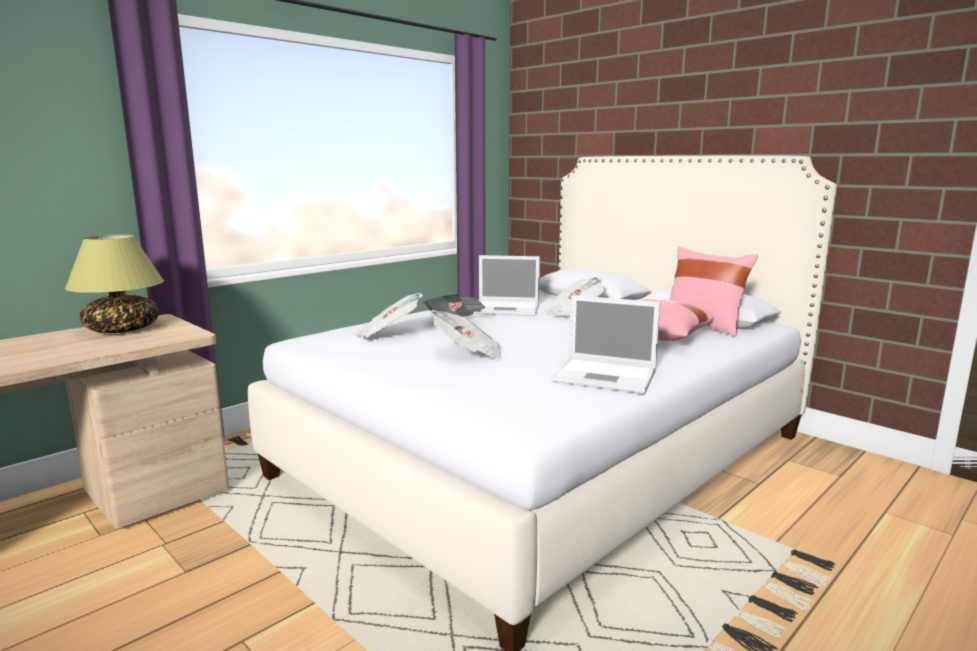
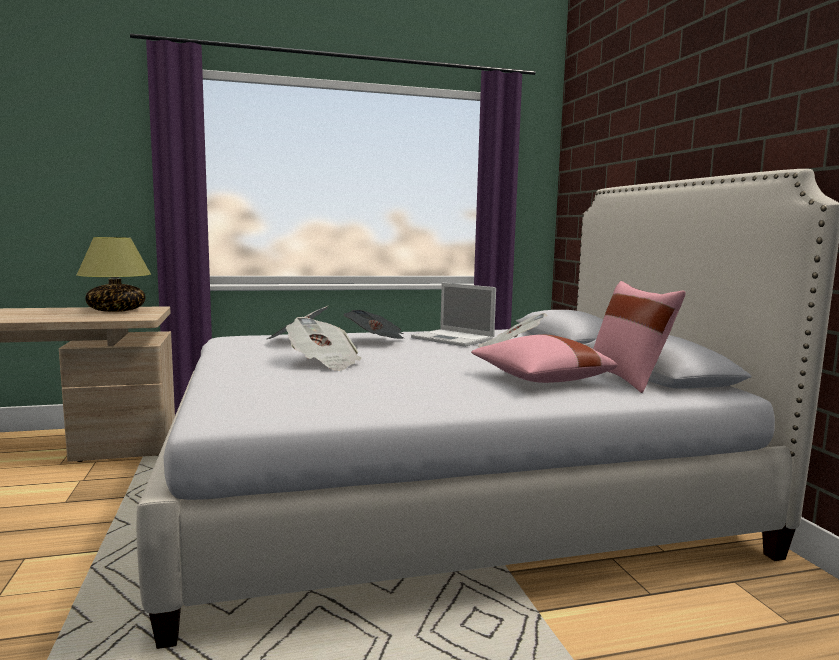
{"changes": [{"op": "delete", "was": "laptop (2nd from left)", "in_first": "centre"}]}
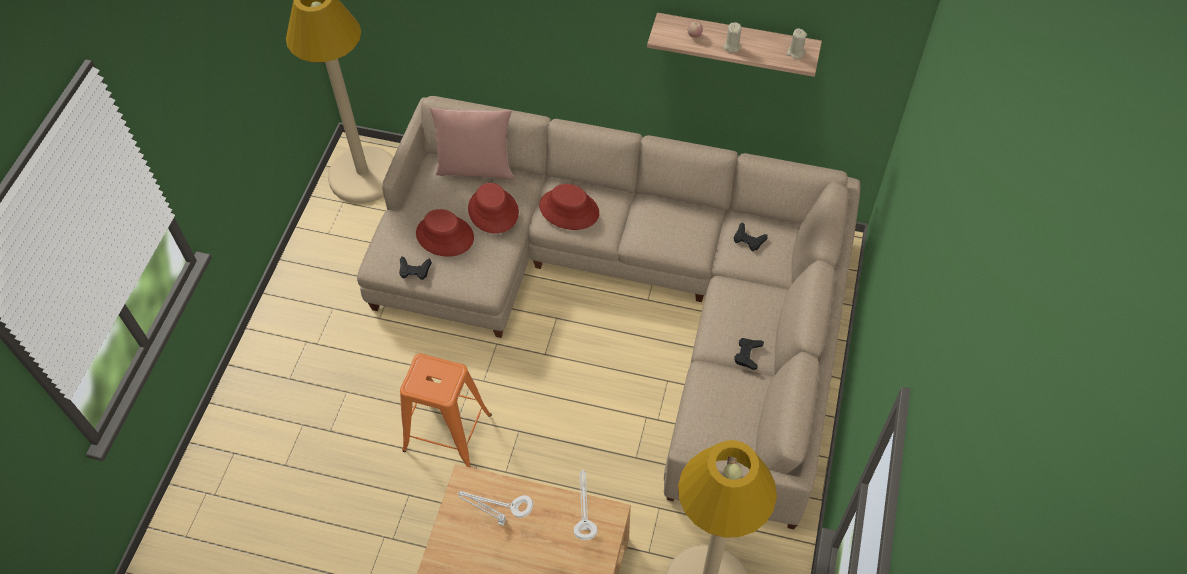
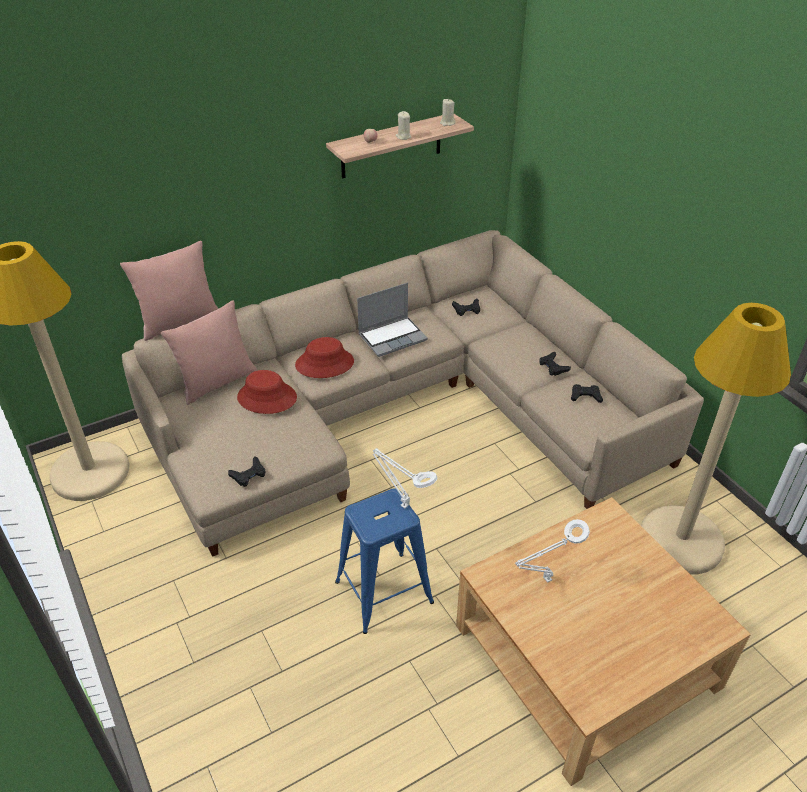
{"changes": [{"op": "delete", "was": "kapelusz (czerwony) (1st from left)", "in_first": "centre"}, {"op": "insert", "now": "poduszka (różowy) (1st from left)", "in_second": "middle left"}, {"op": "insert", "now": "laptop", "in_second": "centre"}, {"op": "insert", "now": "pad do gier (czarny) (4th from left)", "in_second": "middle right"}, {"op": "move", "was": "lampa stołowa (biały) (2nd from left in the first image)", "now": "lampa stołowa (biały) (1st from left)", "in_first": "bottom centre", "in_second": "centre"}, {"op": "recolor", "was": "stołek (pomarańczowy)", "now": "stołek (niebieski)", "in_first": "bottom centre", "in_second": "bottom centre"}]}
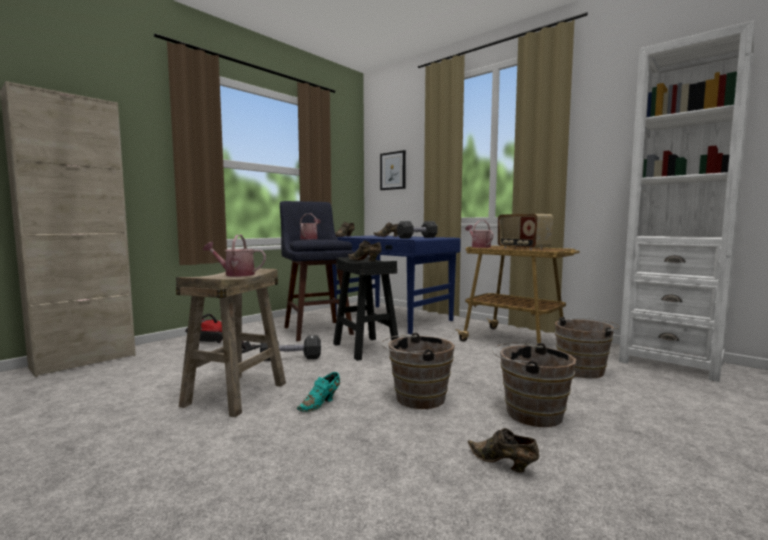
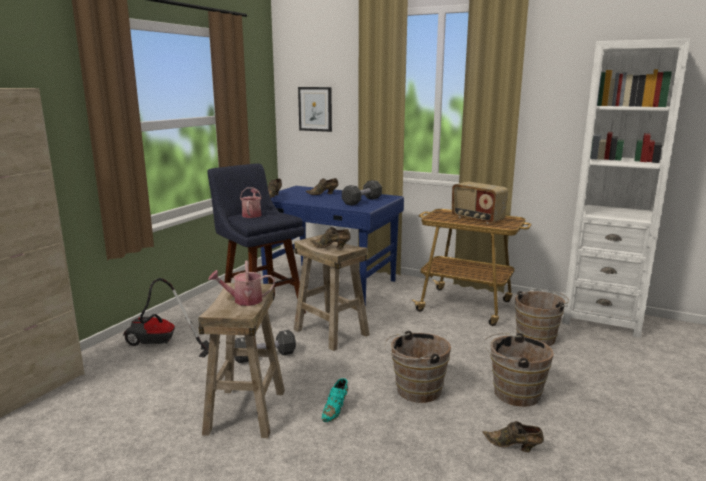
{"changes": [{"op": "delete", "was": "konewka (3rd from left)", "in_first": "centre"}, {"op": "recolor", "was": "stołek (czarny)", "now": "stołek (beżowy) (2nd from left)", "in_first": "centre", "in_second": "centre"}]}
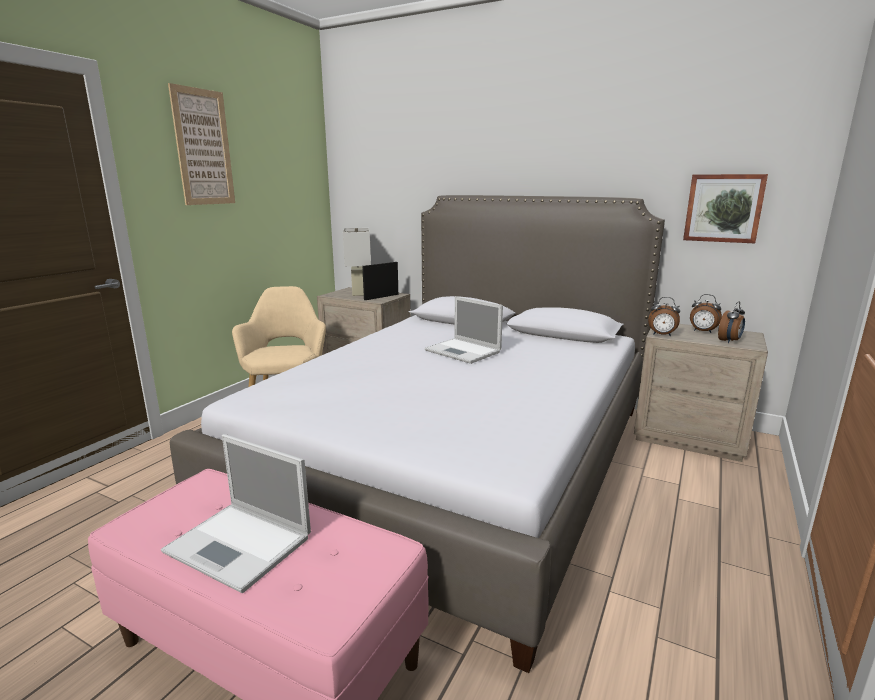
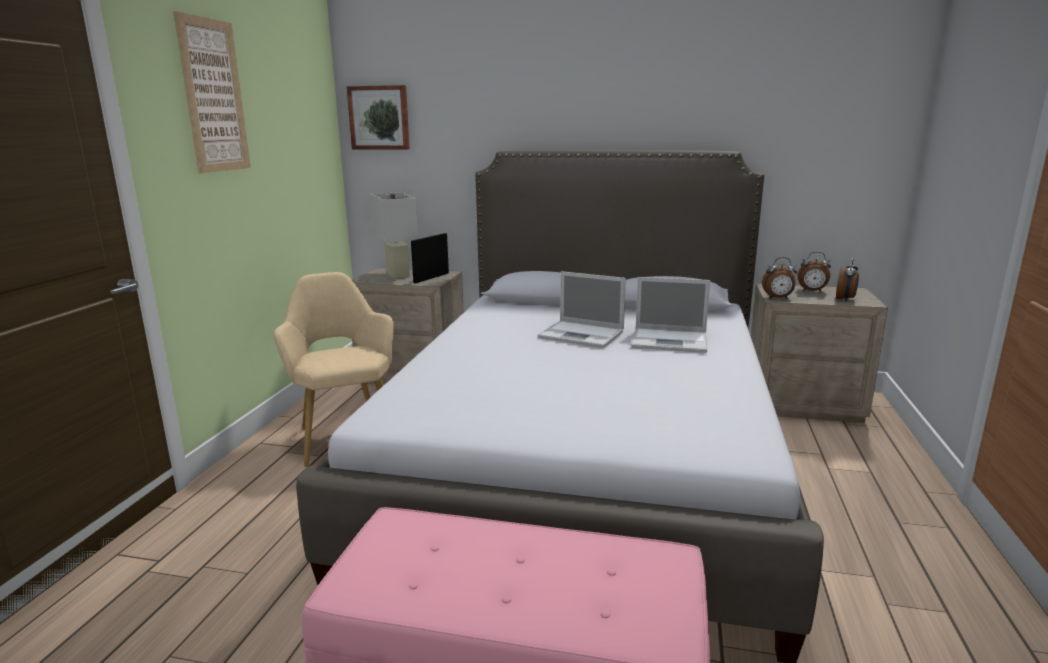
{"changes": [{"op": "move", "was": "laptop (1st from left in the first image)", "now": "laptop (2nd from left)", "in_first": "bottom left", "in_second": "centre"}, {"op": "move", "was": "obraz (2nd from left)", "in_first": "top right", "in_second": "top centre"}]}
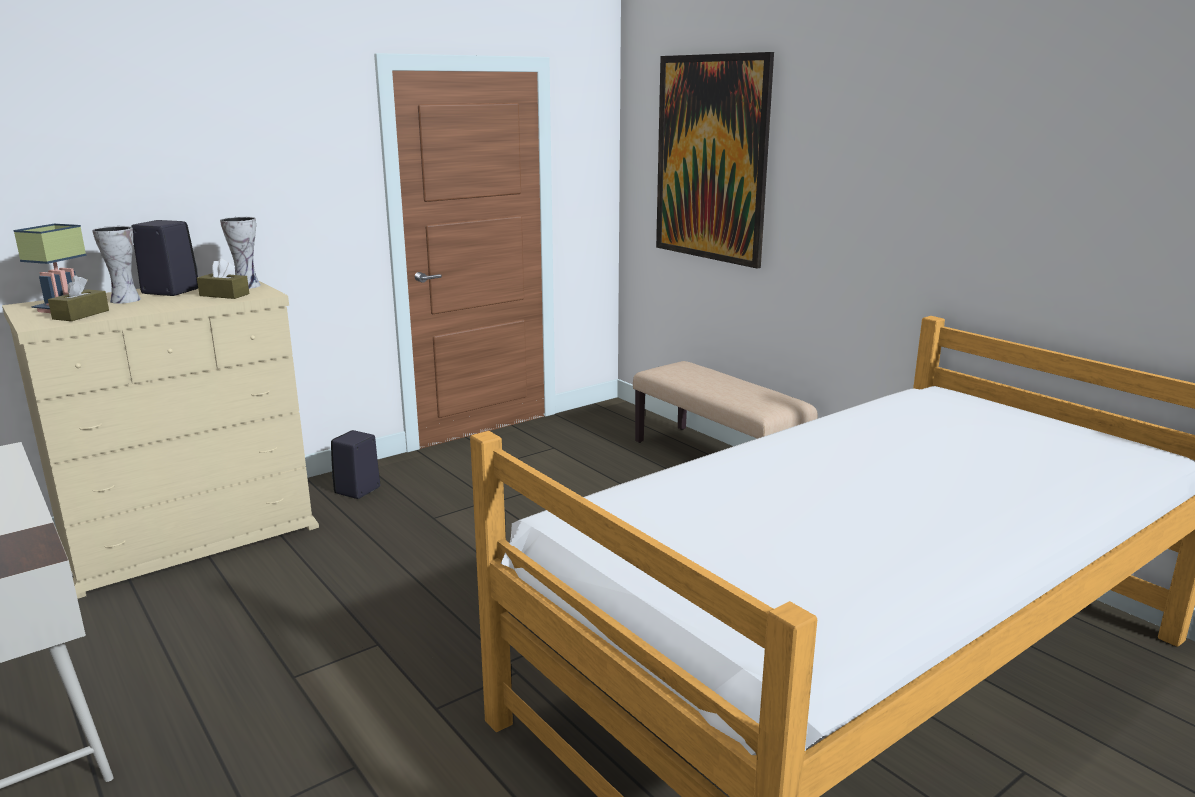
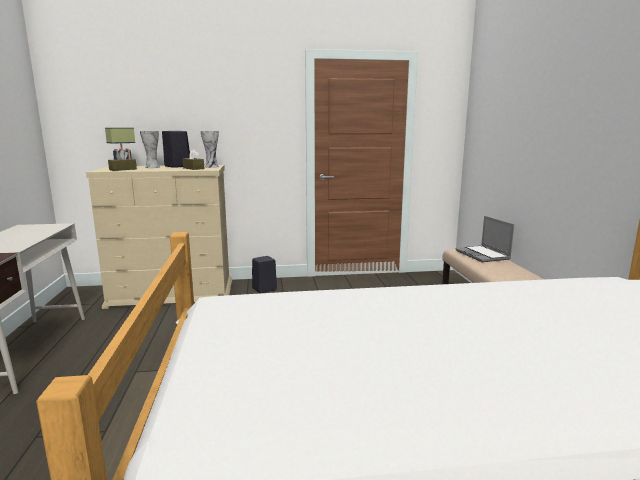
{"changes": [{"op": "delete", "was": "obraz", "in_first": "top centre"}, {"op": "insert", "now": "laptop", "in_second": "middle right"}]}
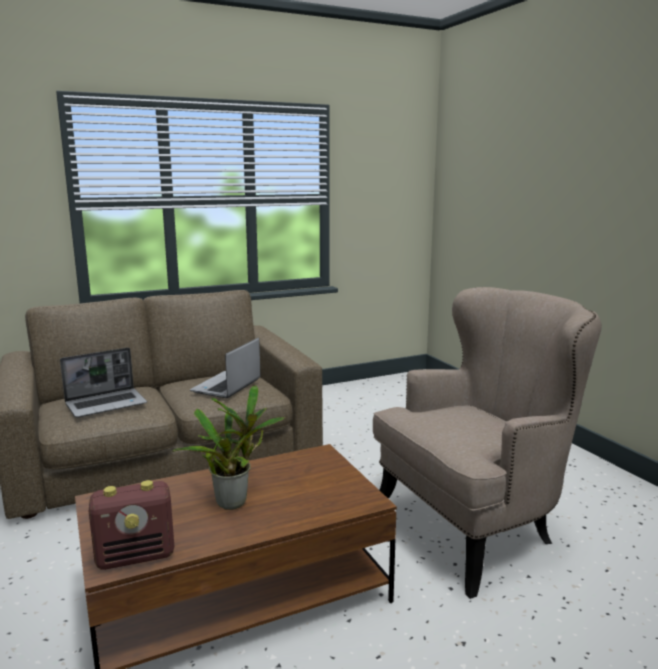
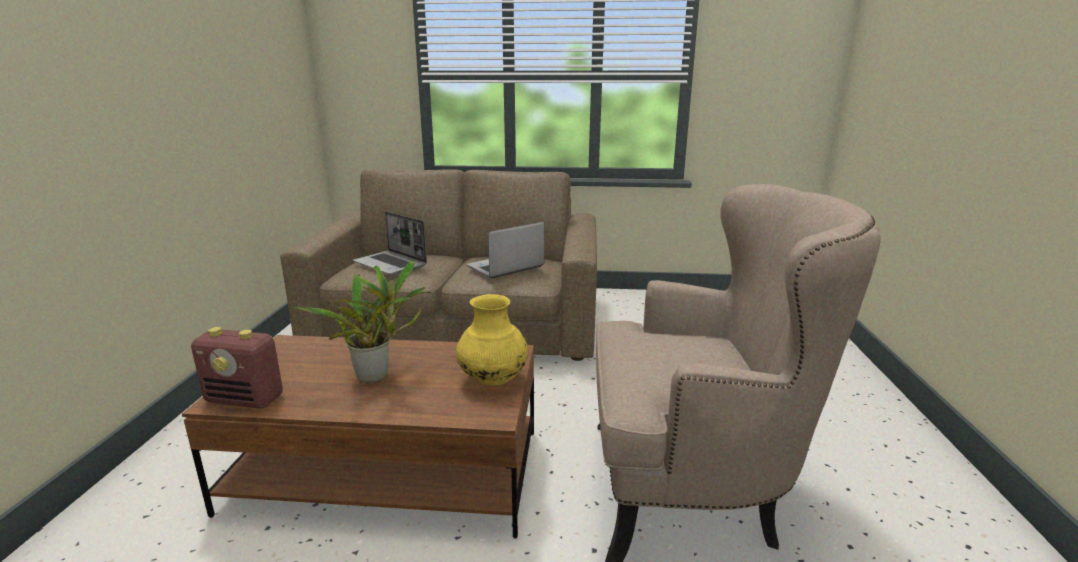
{"changes": [{"op": "insert", "now": "wazon (żółty)", "in_second": "centre"}, {"op": "rotate", "was": "laptop (1st from left)", "in_first": "middle left", "in_second": "centre", "clockwise": 45}]}
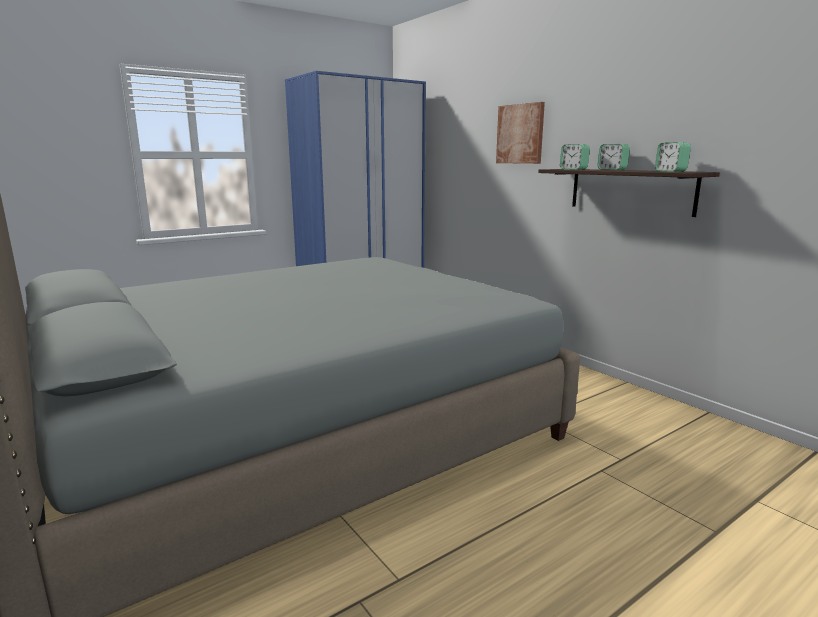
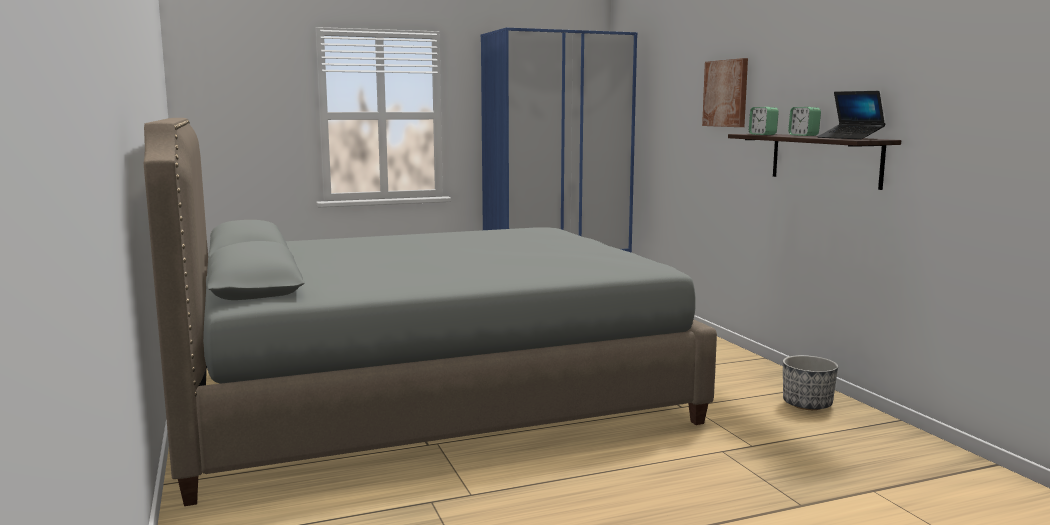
{"changes": [{"op": "insert", "now": "donica", "in_second": "bottom right"}, {"op": "replace", "was": "budzik (3rd from left)", "now": "laptop", "in_first": "top right", "in_second": "top right"}]}
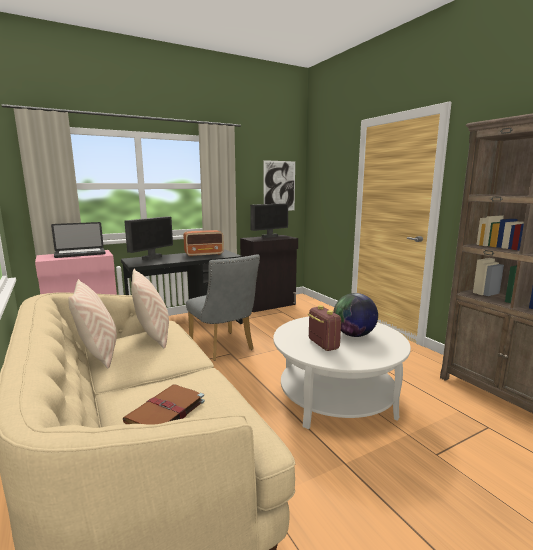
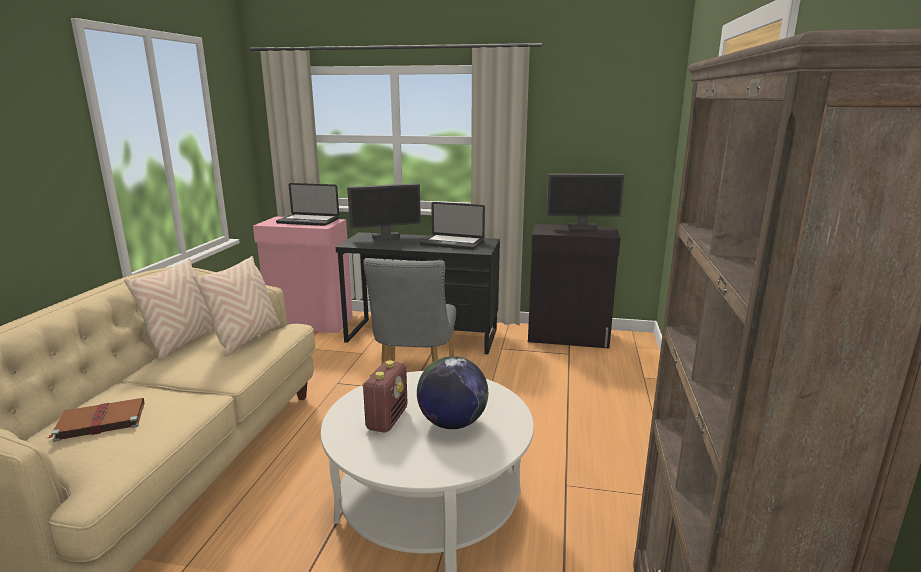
{"changes": [{"op": "delete", "was": "obraz", "in_first": "centre"}, {"op": "replace", "was": "radio (1st from left)", "now": "laptop (2nd from left)", "in_first": "centre", "in_second": "centre"}]}
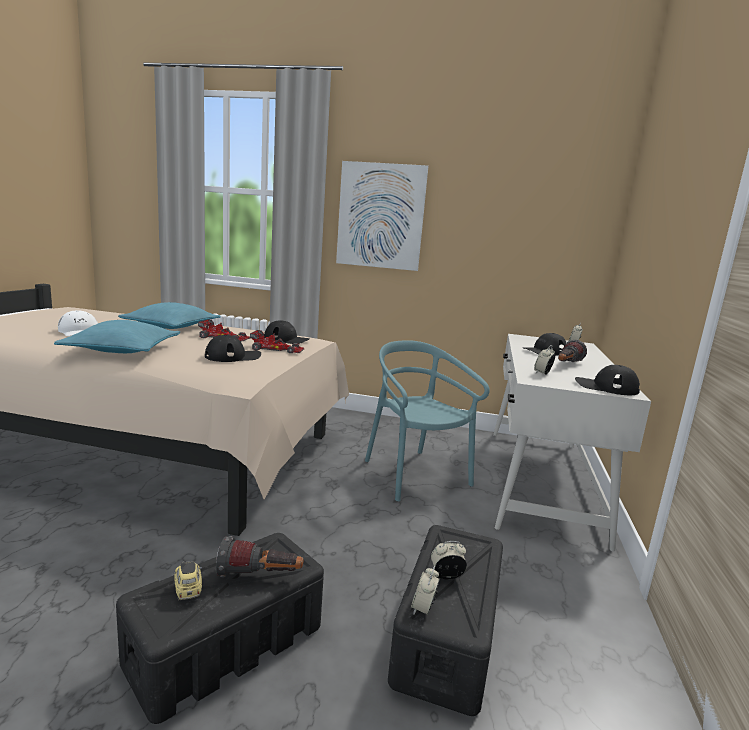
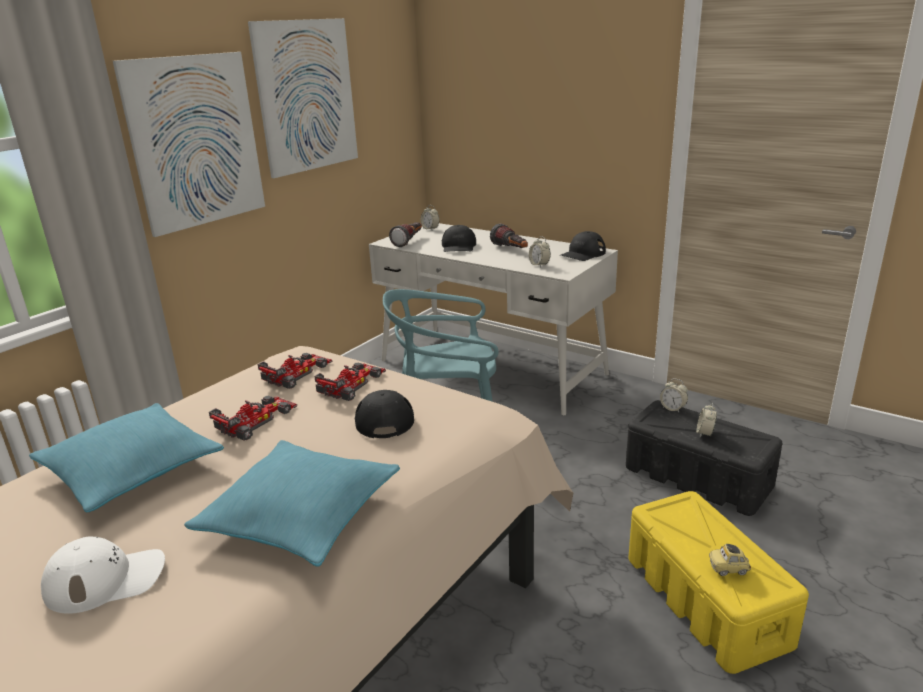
{"changes": [{"op": "insert", "now": "obraz (2nd from left)", "in_second": "top left"}, {"op": "move", "was": "latarka (1st from left)", "in_first": "bottom centre", "in_second": "centre"}, {"op": "move", "was": "budzik (1st from left in the first image)", "now": "budzik (3rd from left)", "in_first": "bottom centre", "in_second": "middle right"}, {"op": "replace", "was": "czapka z daszkiem (czarny) (2nd from left)", "now": "samochodzik (2nd from left)", "in_first": "centre", "in_second": "middle left"}, {"op": "recolor", "was": "pojemnik do przechowywania (czarny) (1st from left)", "now": "pojemnik do przechowywania (żółty)", "in_first": "bottom left", "in_second": "bottom right"}]}
